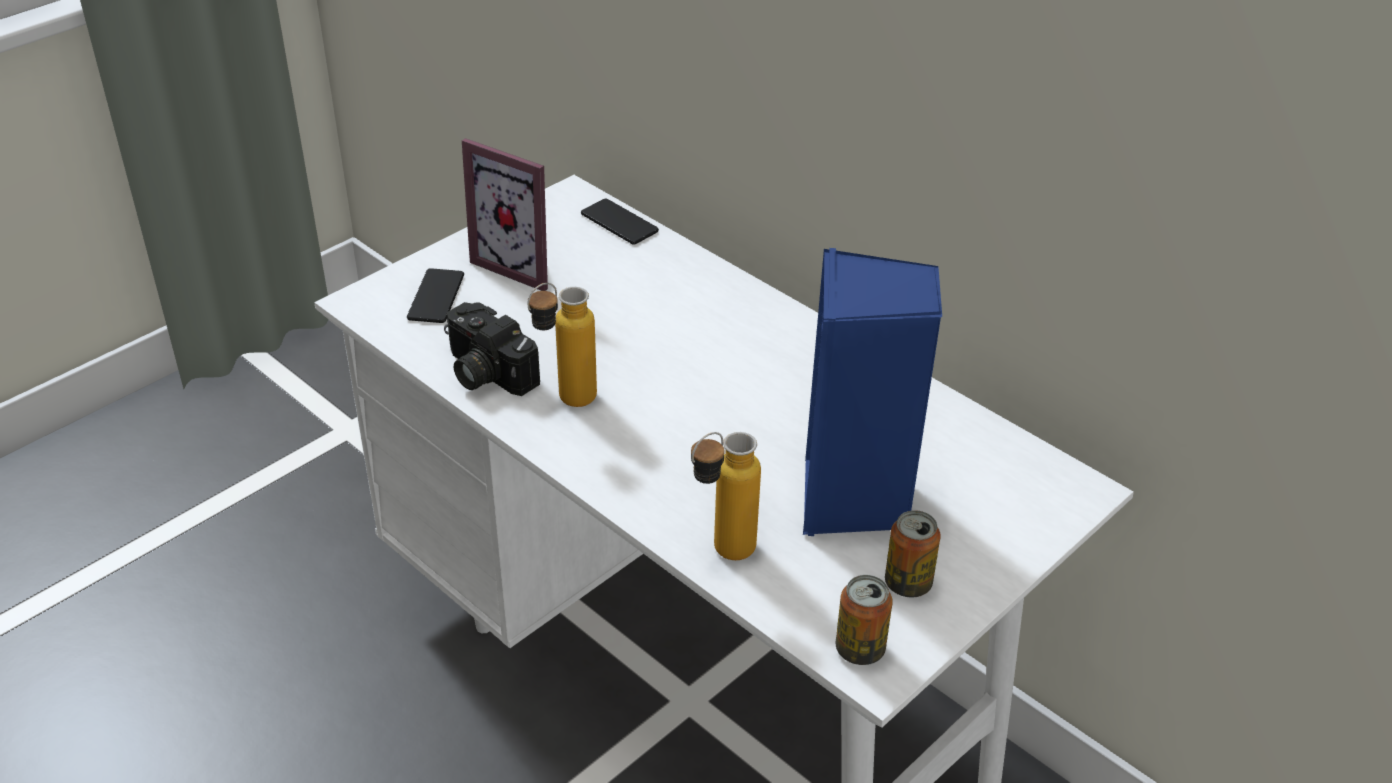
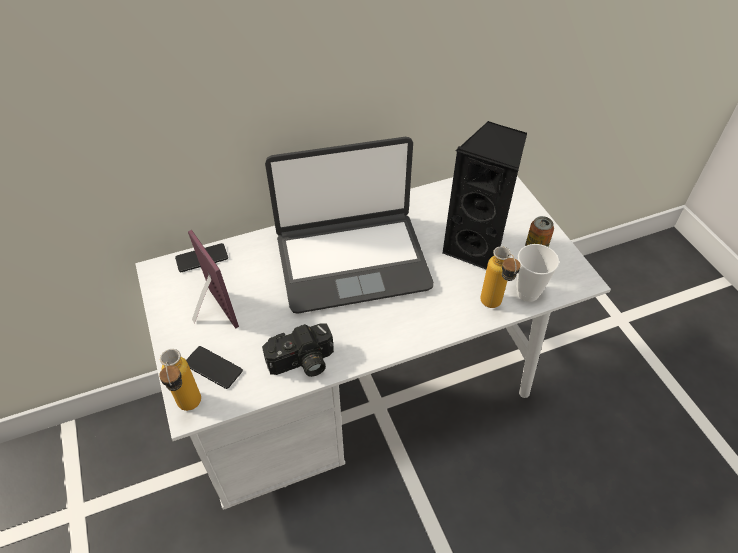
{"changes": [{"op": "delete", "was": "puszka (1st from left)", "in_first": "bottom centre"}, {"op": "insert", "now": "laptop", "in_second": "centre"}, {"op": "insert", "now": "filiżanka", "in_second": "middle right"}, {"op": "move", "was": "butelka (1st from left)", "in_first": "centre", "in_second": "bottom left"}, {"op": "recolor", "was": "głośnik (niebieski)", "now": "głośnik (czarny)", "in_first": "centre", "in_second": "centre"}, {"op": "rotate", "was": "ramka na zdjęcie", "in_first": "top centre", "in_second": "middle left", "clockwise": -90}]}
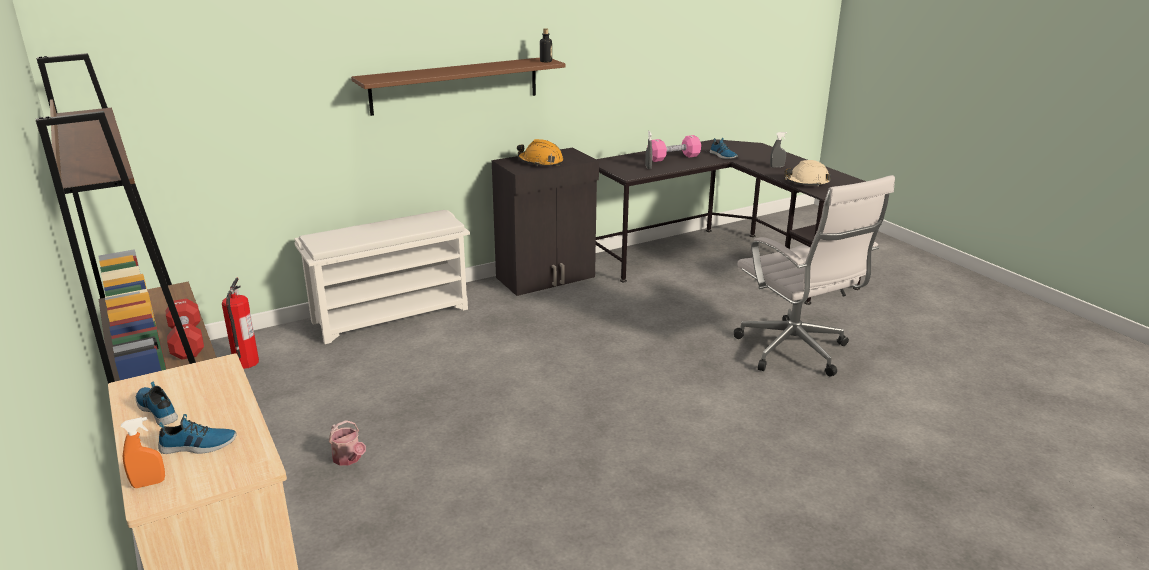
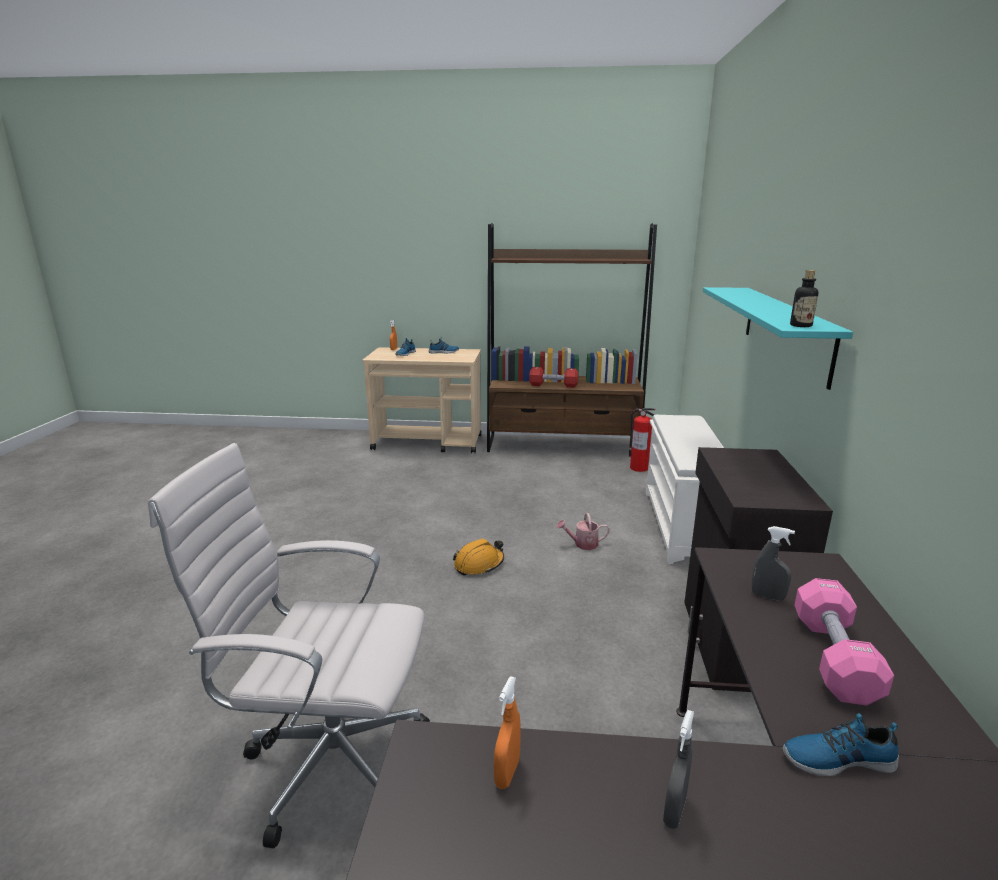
{"changes": [{"op": "move", "was": "konewka", "in_first": "bottom left", "in_second": "centre"}, {"op": "move", "was": "kask (pomarańczowy)", "in_first": "top centre", "in_second": "centre"}, {"op": "replace", "was": "kask (beżowy)", "now": "spryskiwacz (pomarańczowy) (2nd from left)", "in_first": "top right", "in_second": "bottom centre"}, {"op": "recolor", "was": "półka (brązowy)", "now": "półka (turkusowy)", "in_first": "top centre", "in_second": "middle right"}]}
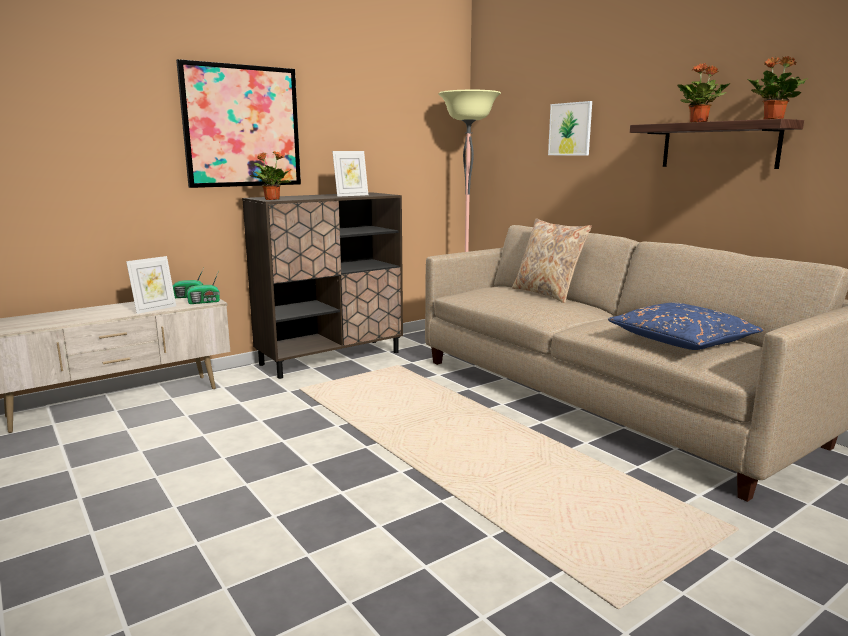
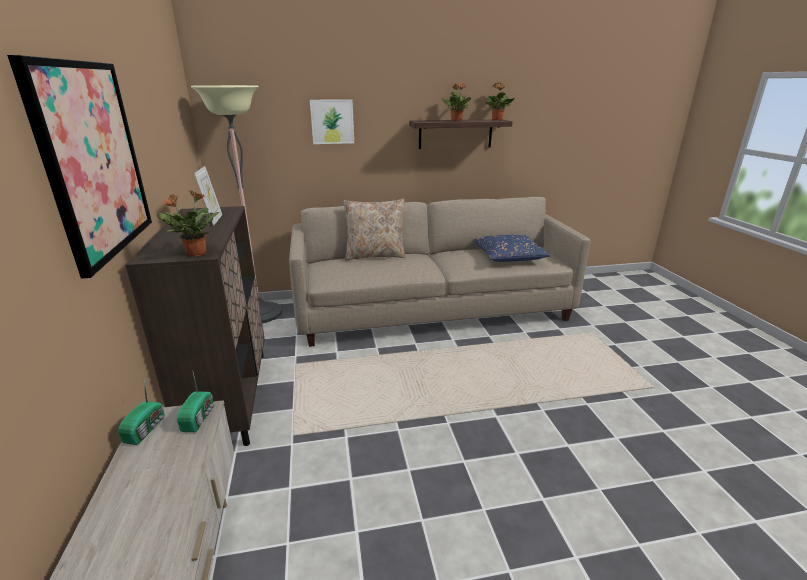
{"changes": [{"op": "delete", "was": "ramka na zdjęcie (1st from left)", "in_first": "middle left"}]}
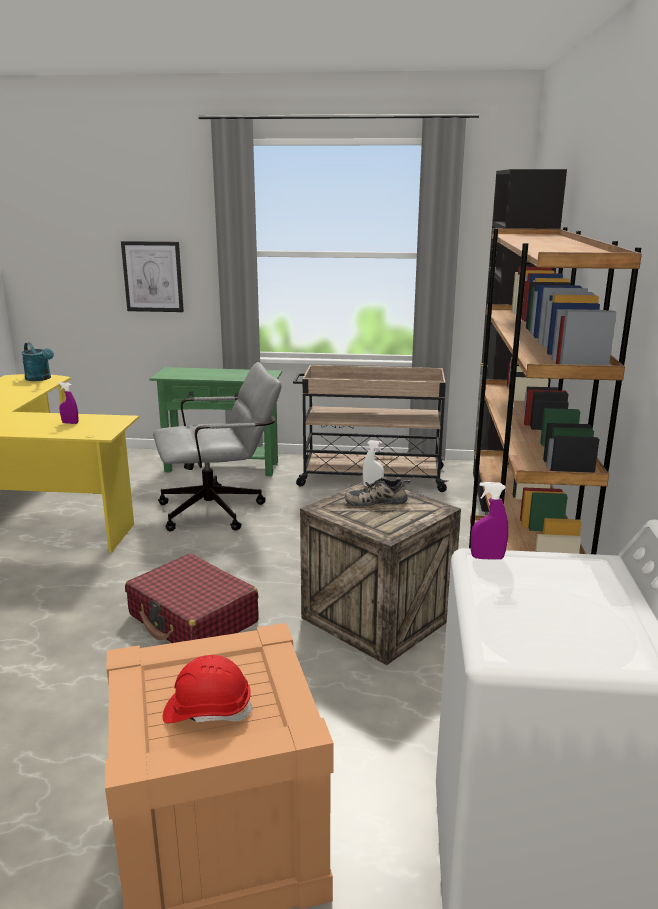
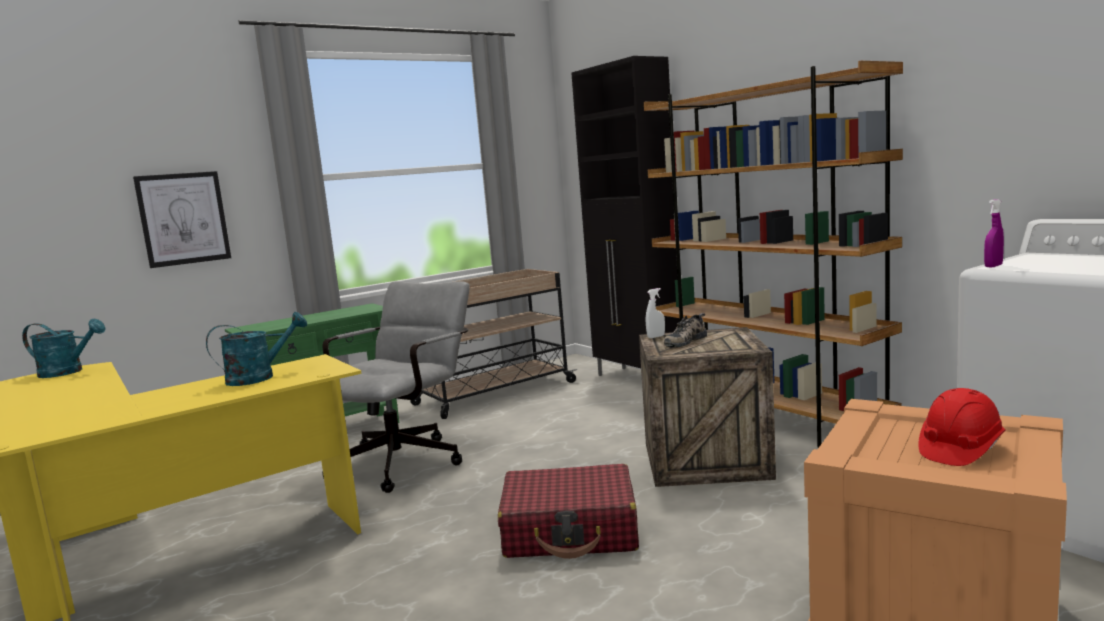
{"changes": [{"op": "replace", "was": "spryskiwacz (fioletowy) (1st from left)", "now": "konewka (turkusowy) (2nd from left)", "in_first": "middle left", "in_second": "middle left"}]}
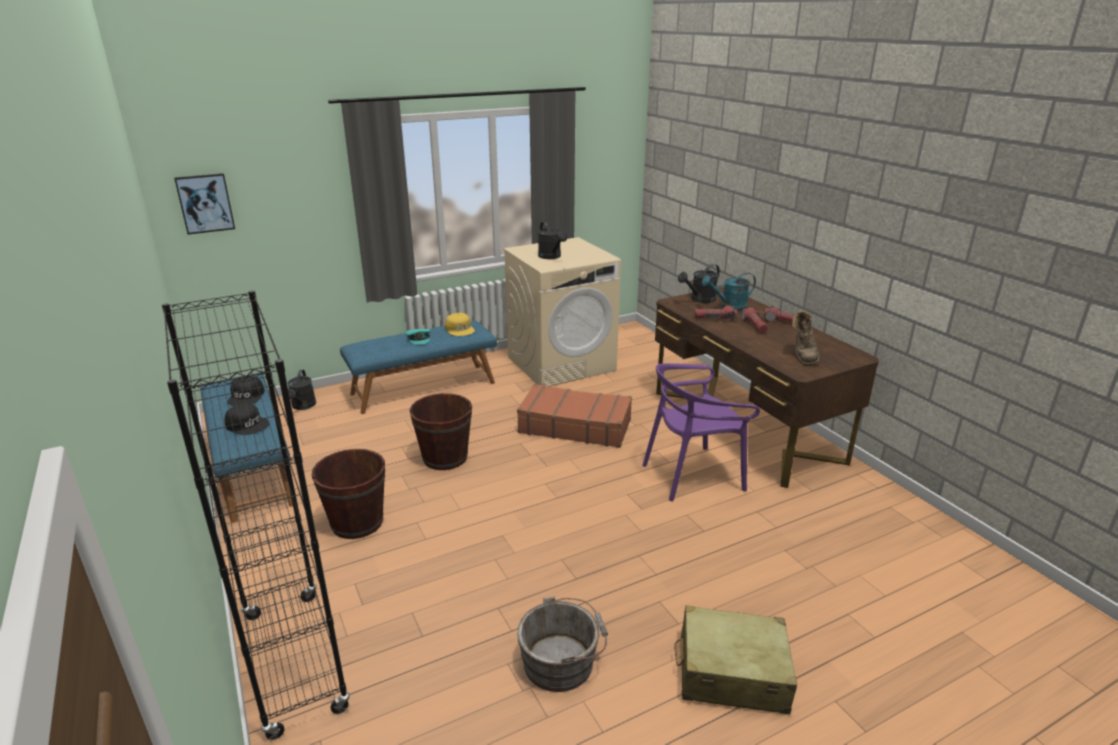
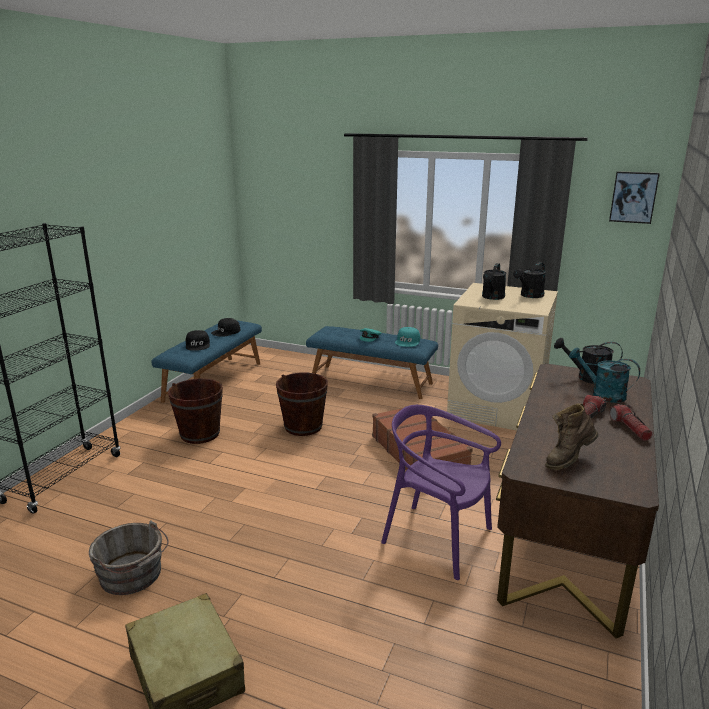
{"changes": [{"op": "delete", "was": "latarka (1st from left)", "in_first": "centre"}, {"op": "move", "was": "obraz", "in_first": "top left", "in_second": "top right"}, {"op": "move", "was": "konewka (czarny) (1st from left in the first image)", "now": "konewka (czarny) (2nd from left)", "in_first": "middle left", "in_second": "middle right"}, {"op": "recolor", "was": "czapka z daszkiem (żółty)", "now": "czapka z daszkiem (turkusowy) (2nd from left)", "in_first": "centre", "in_second": "centre"}]}
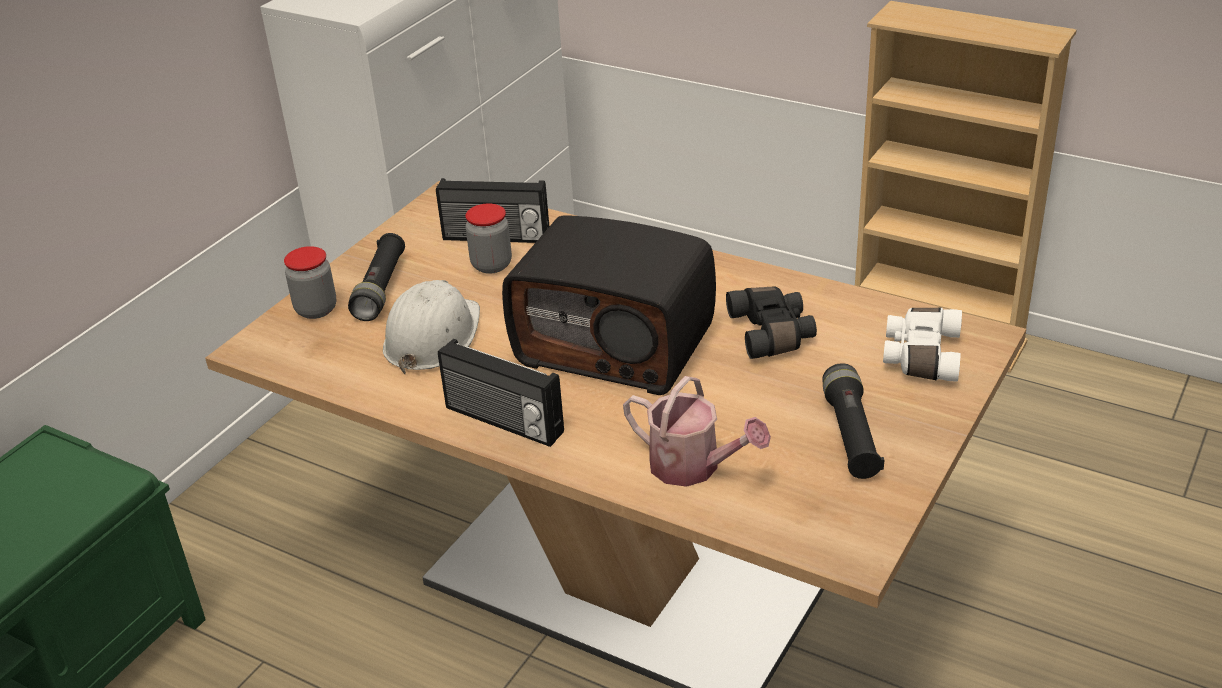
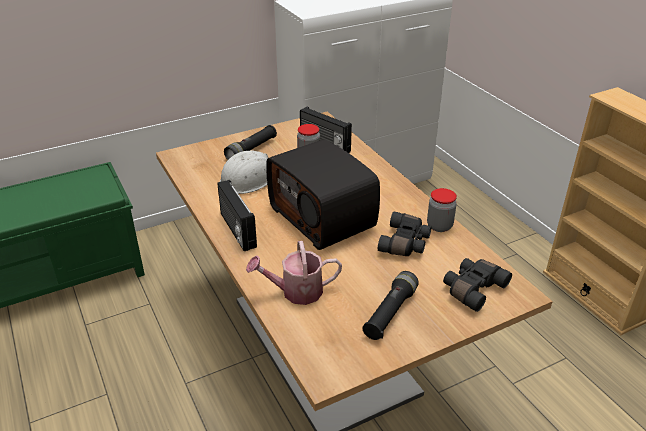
{"changes": [{"op": "move", "was": "słoik (1st from left in the first image)", "now": "słoik (2nd from left)", "in_first": "middle left", "in_second": "middle right"}, {"op": "recolor", "was": "lornetka (biały)", "now": "lornetka (czarny) (2nd from left)", "in_first": "middle right", "in_second": "middle right"}, {"op": "rotate", "was": "konewka", "in_first": "centre", "in_second": "centre", "clockwise": 105}]}
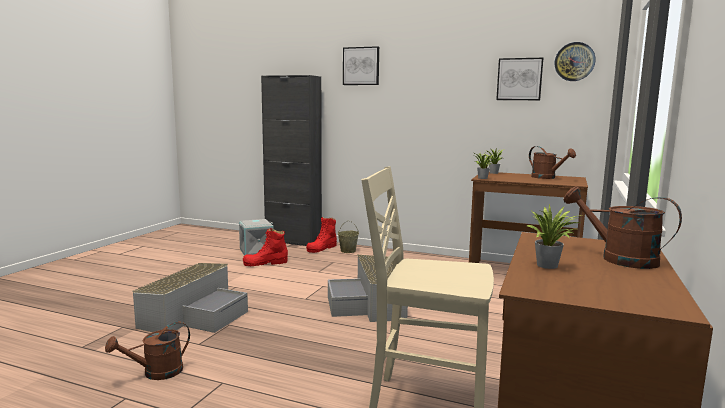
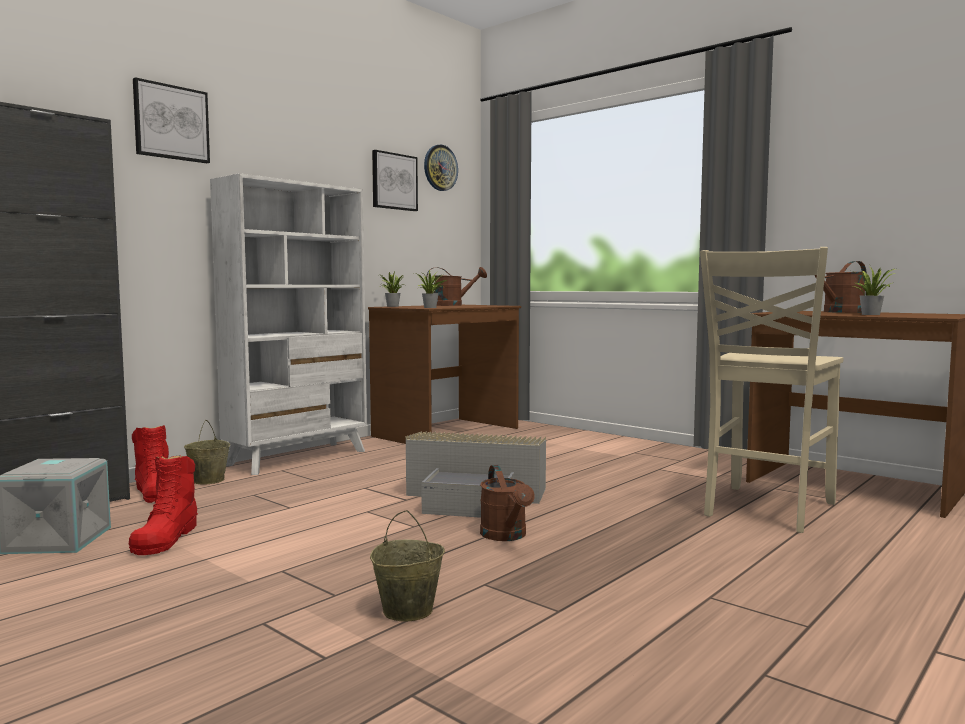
{"changes": [{"op": "insert", "now": "regał (biały)", "in_second": "middle left"}, {"op": "move", "was": "konewka (brązowy) (1st from left in the first image)", "now": "konewka (brązowy) (2nd from left)", "in_first": "bottom left", "in_second": "bottom centre"}, {"op": "replace", "was": "pojemnik do przechowywania (szary) (1st from left)", "now": "wiadro (beżowy) (2nd from left)", "in_first": "bottom left", "in_second": "bottom centre"}]}
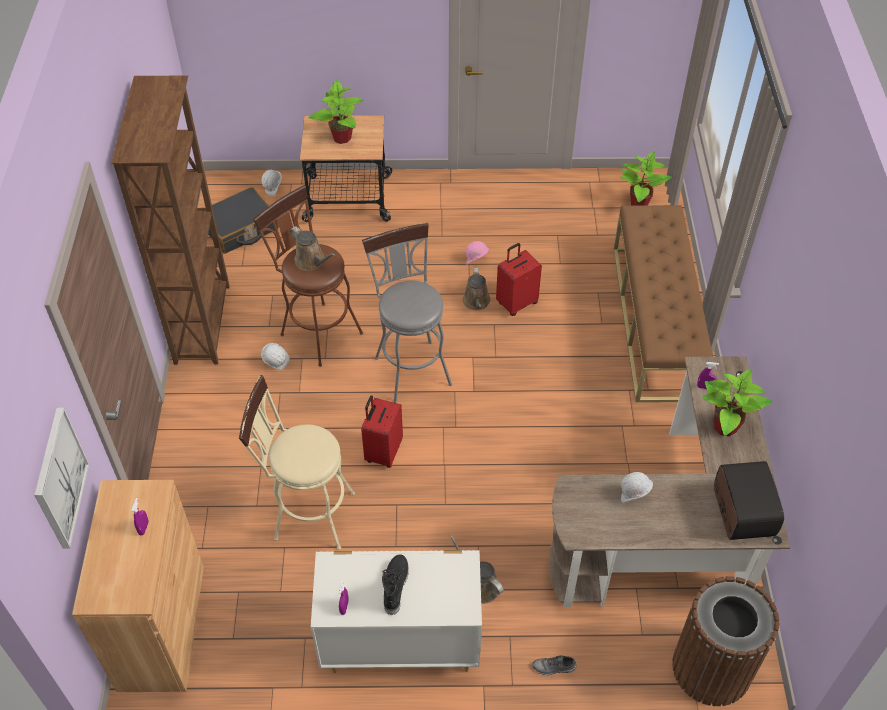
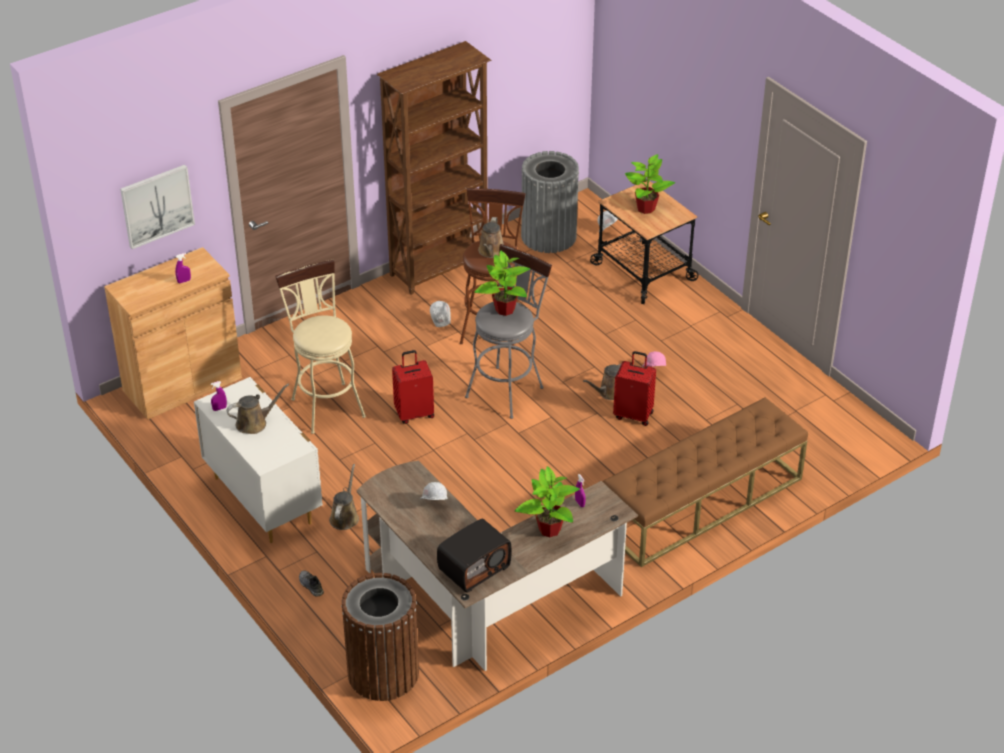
{"changes": [{"op": "move", "was": "roślina doniczkowa (2nd from left in the first image)", "now": "roślina doniczkowa (1st from left)", "in_first": "top right", "in_second": "centre"}, {"op": "replace", "was": "walizka (czarny)", "now": "kosz na śmieci (szary)", "in_first": "top left", "in_second": "top centre"}, {"op": "replace", "was": "but z cholewką (czarny)", "now": "konewka (brązowy) (1st from left)", "in_first": "bottom centre", "in_second": "middle left"}]}
